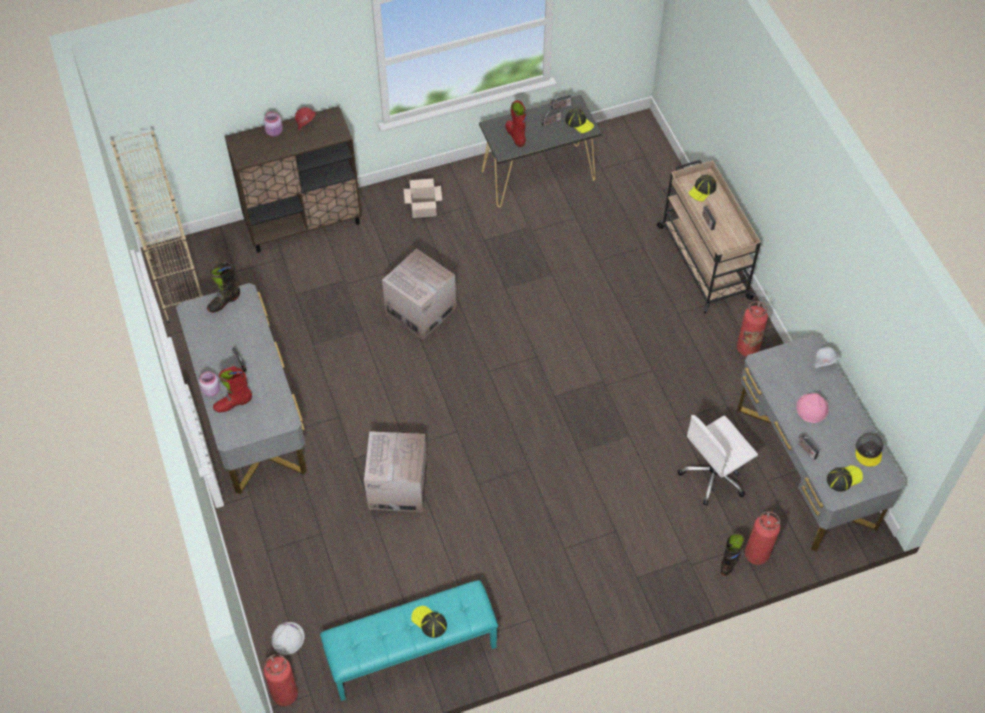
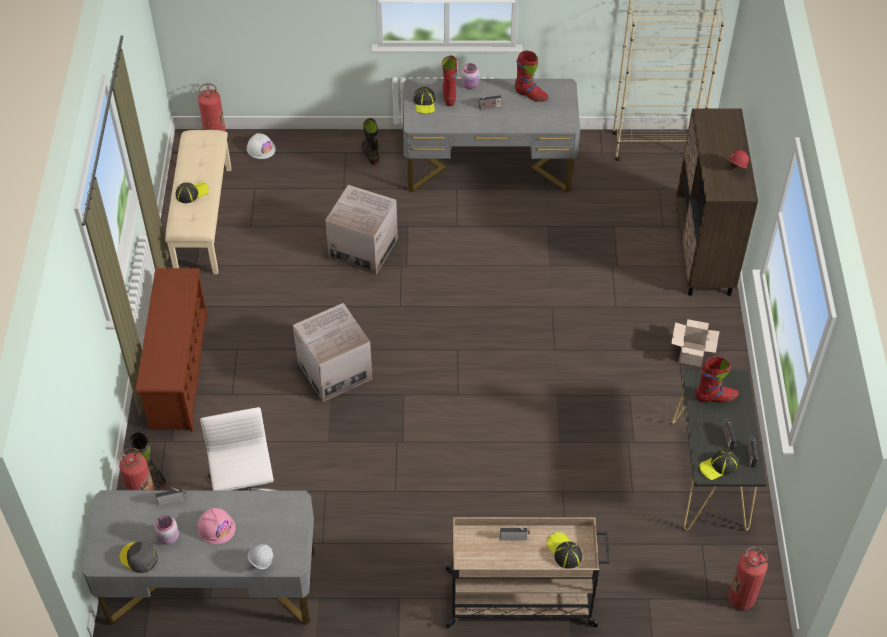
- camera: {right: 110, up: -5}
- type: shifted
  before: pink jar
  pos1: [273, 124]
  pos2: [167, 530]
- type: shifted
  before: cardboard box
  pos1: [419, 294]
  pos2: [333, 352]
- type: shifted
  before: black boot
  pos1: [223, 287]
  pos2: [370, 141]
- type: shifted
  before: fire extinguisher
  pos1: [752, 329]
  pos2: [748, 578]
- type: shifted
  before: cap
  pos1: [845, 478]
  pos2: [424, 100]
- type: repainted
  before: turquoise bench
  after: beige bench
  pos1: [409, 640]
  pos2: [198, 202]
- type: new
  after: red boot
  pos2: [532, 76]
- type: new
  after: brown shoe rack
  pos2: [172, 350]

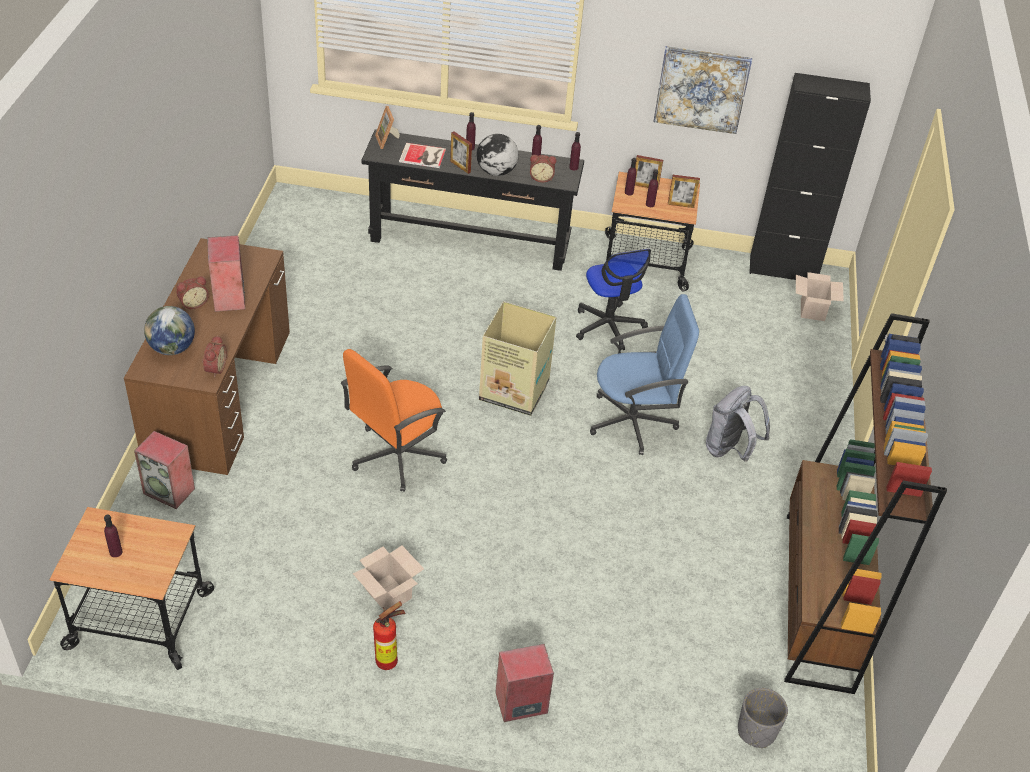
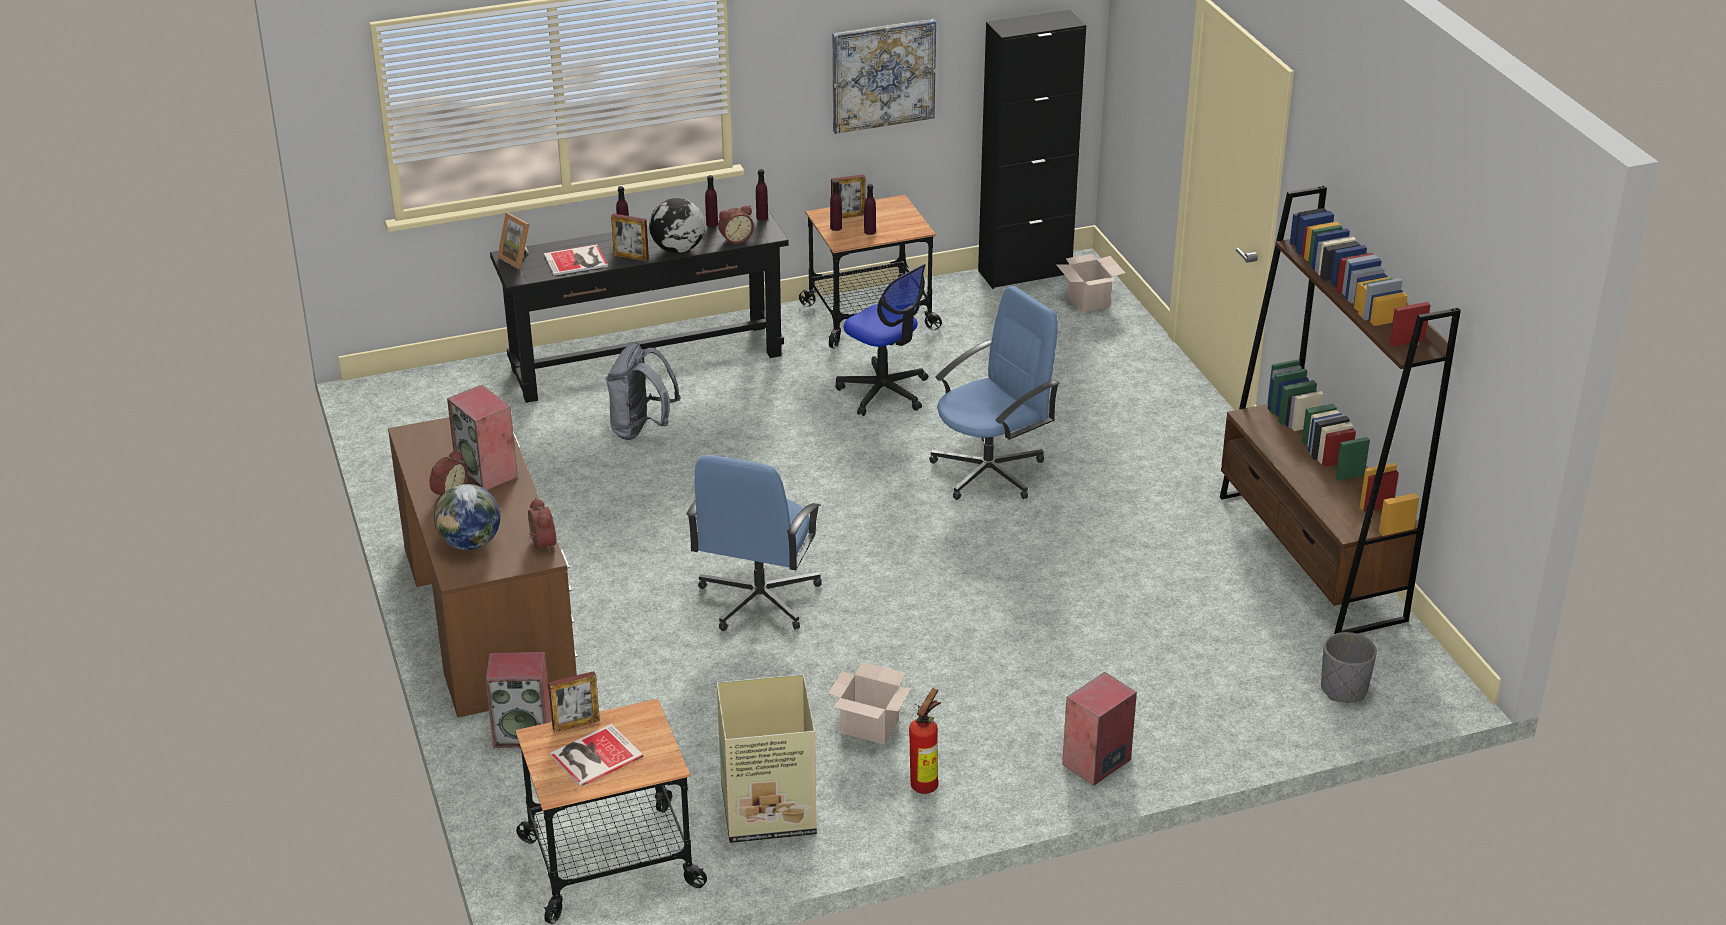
- camera: {right: -25, up: -10}
- type: shifted
  before: picture frame
  pos1: [684, 191]
  pos2: [574, 701]
- type: shifted
  before: cardboard box
  pos1: [517, 358]
  pos2: [767, 758]
- type: repainted
  before: orange office chair
  after: blue office chair
  pos1: [394, 420]
  pos2: [754, 543]
- type: shifted
  before: grey backpack
  pos1: [738, 424]
  pos2: [643, 391]
- type: swapped
  before: purple bottle
  after: book
  pos1: [113, 535]
  pos2: [596, 755]

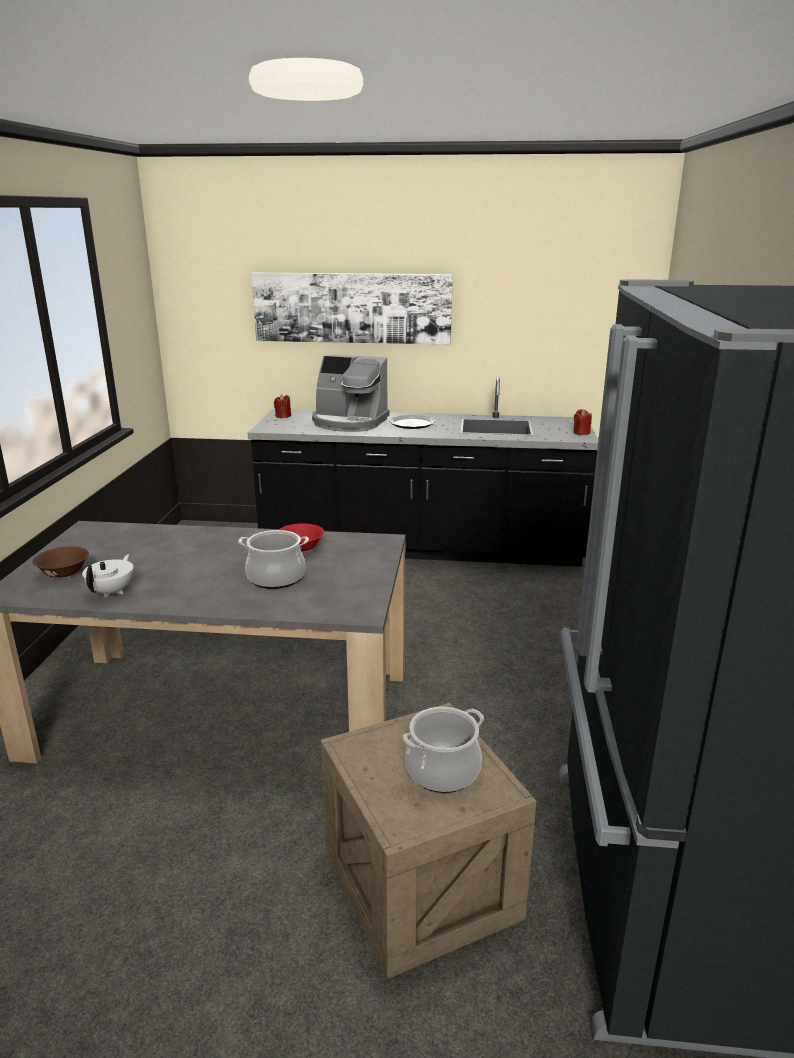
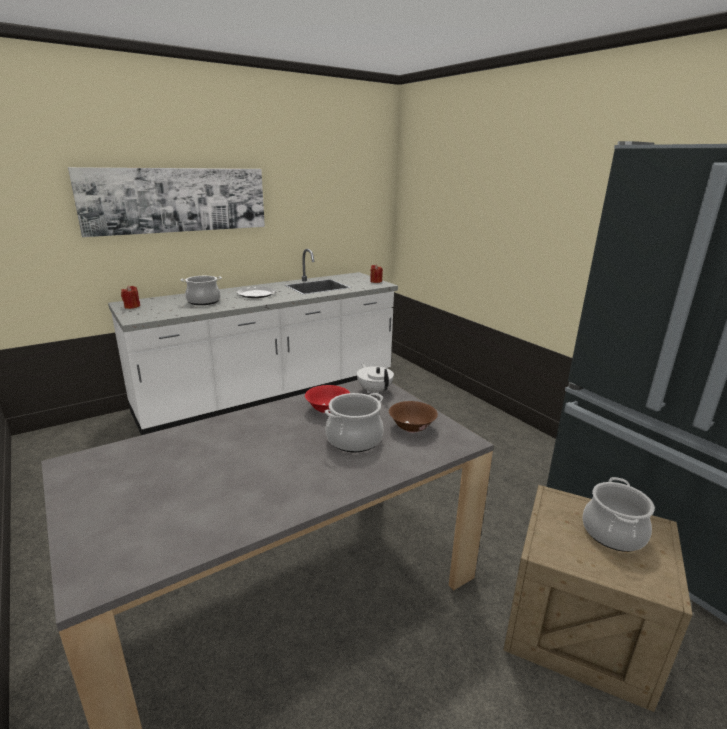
- camera: {right: -40, up: 0}
- type: swapped
  before: coffee machine
  after: cooking pot
  pos1: [350, 393]
  pos2: [201, 290]
- type: repainted
  before: black counter
  after: white counter
  pos1: [423, 472]
  pos2: [253, 342]
- type: shifted
  before: brown bowl
  pos1: [60, 562]
  pos2: [413, 417]
- type: shifted
  before: white teapot
  pos1: [108, 576]
  pos2: [375, 378]

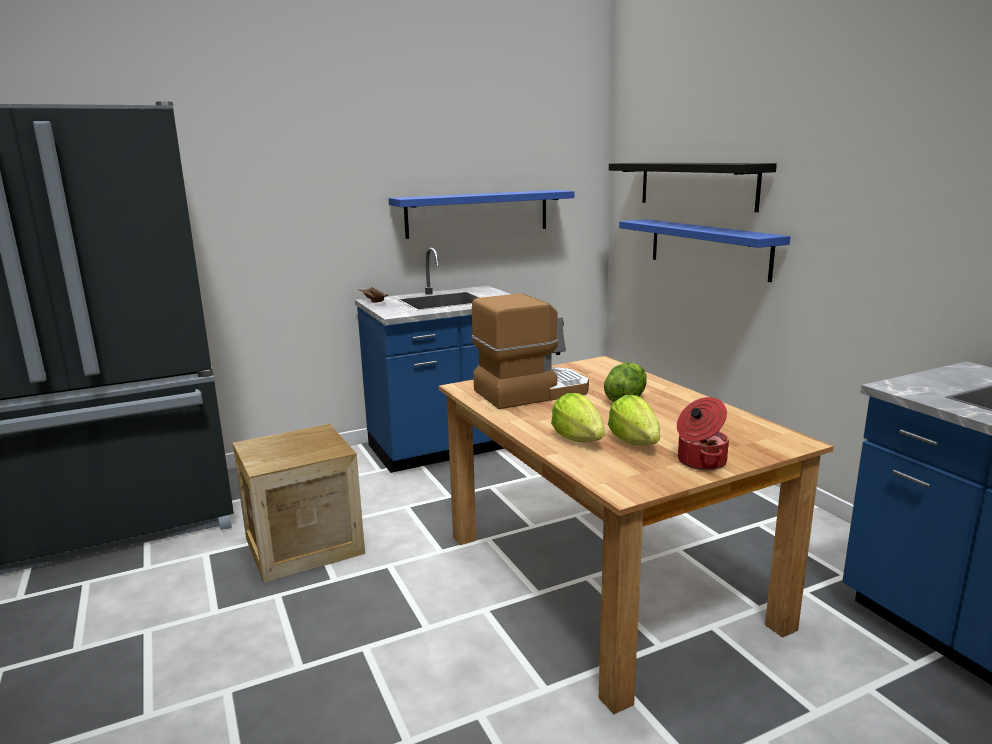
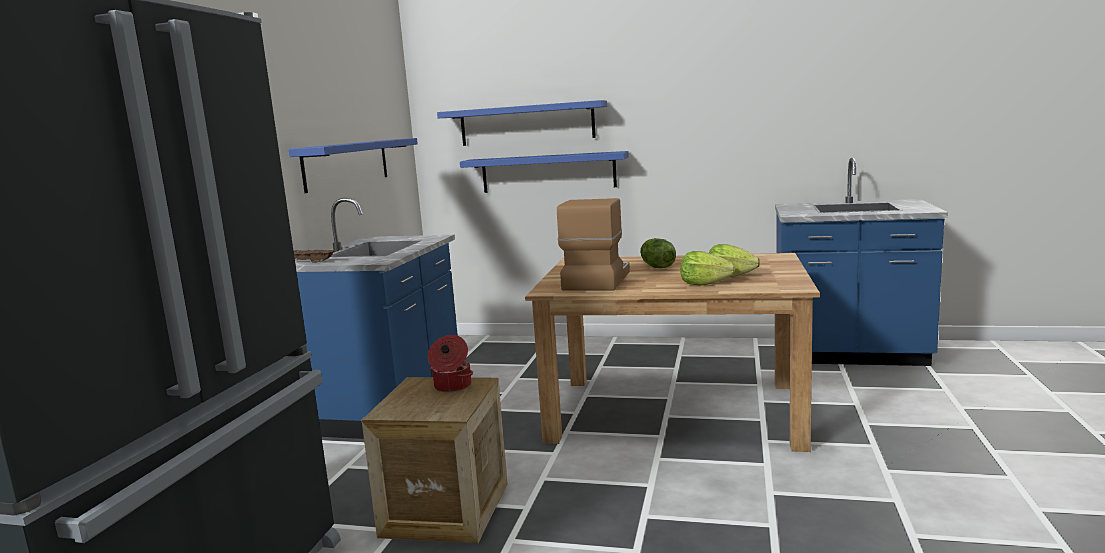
- camera: {right: -50, up: -5}
- type: repainted
  before: black shelf
  after: blue shelf
  pos1: [693, 187]
  pos2: [522, 123]
- type: shifted
  before: cooking pot
  pos1: [703, 433]
  pos2: [450, 363]

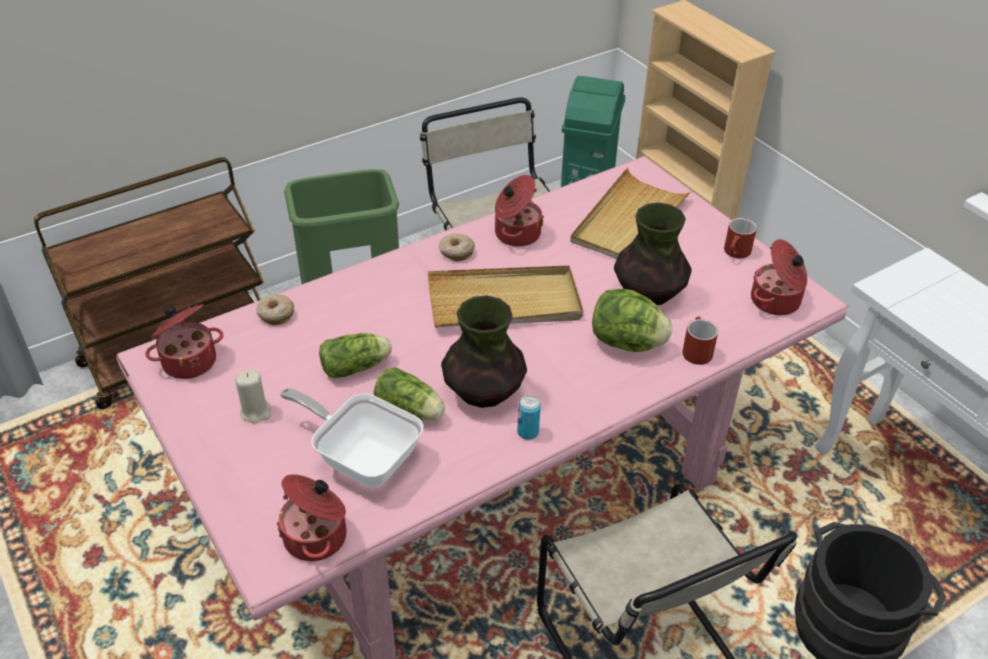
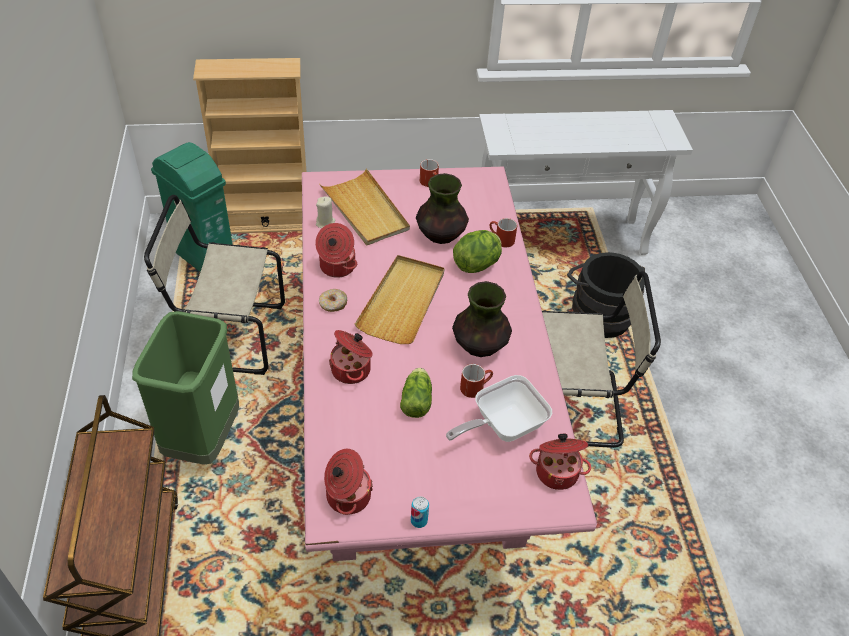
- camera: {right: -65, up: 5}
- type: shifted
  before: cooking pot
  pos1: [779, 277]
  pos2: [351, 357]
- type: gone
  before: donut
  pos1: [275, 310]
- type: swapped
  before: lettuce
  after: red mug
  pos1: [409, 394]
  pos2: [476, 381]
- type: shifted
  before: beige candle
  pos1: [253, 396]
  pos2: [326, 212]
- type: shifted
  before: can
  pos1: [529, 417]
  pos2: [420, 512]

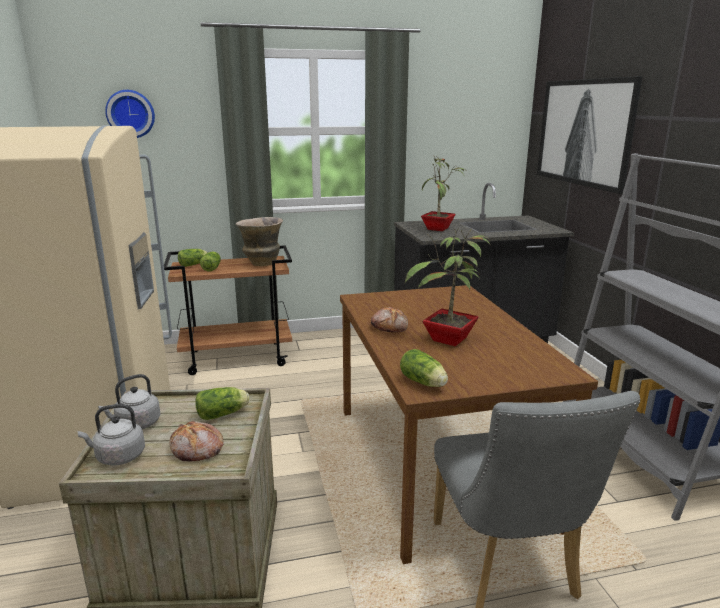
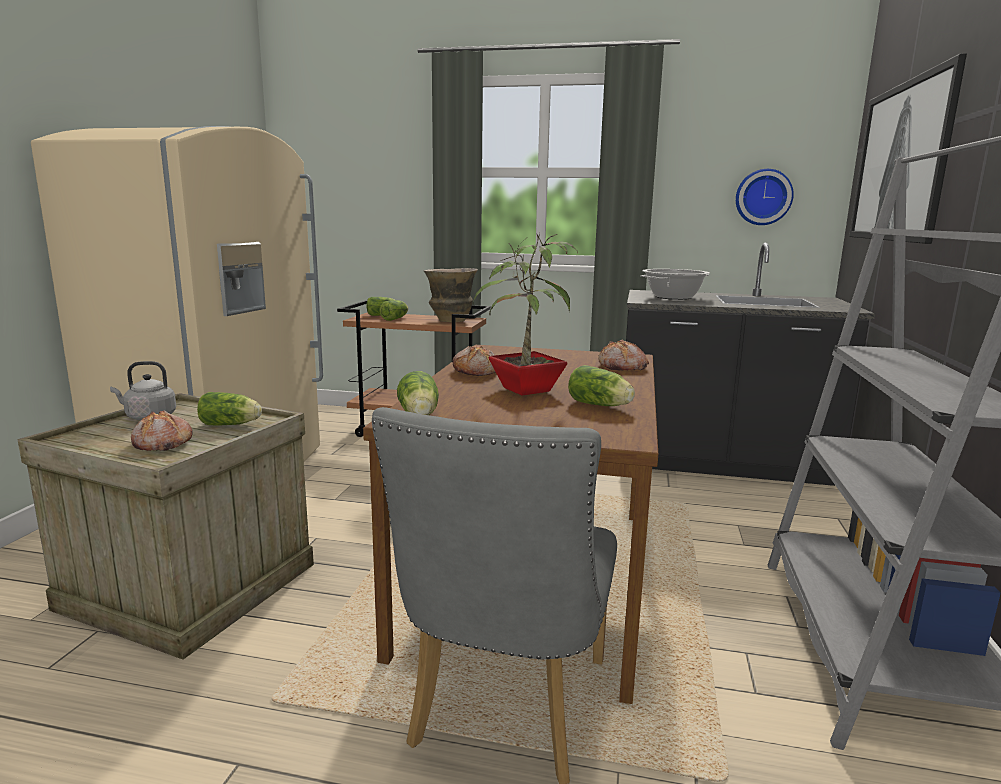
- camera: {right: 25, up: -5}
- type: shifted
  before: wall clock
  pos1: [130, 114]
  pos2: [765, 197]
- type: swapped
  before: potted plant
  after: cooking pot
  pos1: [443, 193]
  pos2: [675, 284]
- type: gone
  before: grey kettle
  pos1: [111, 435]
- type: new
  after: bread
  pos2: [623, 355]
- type: new
  after: lettuce
  pos2: [601, 385]

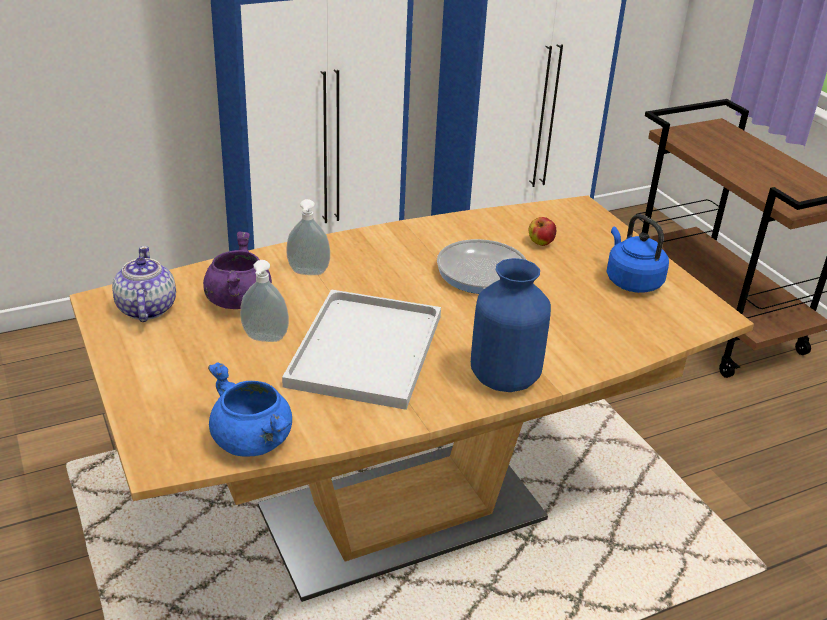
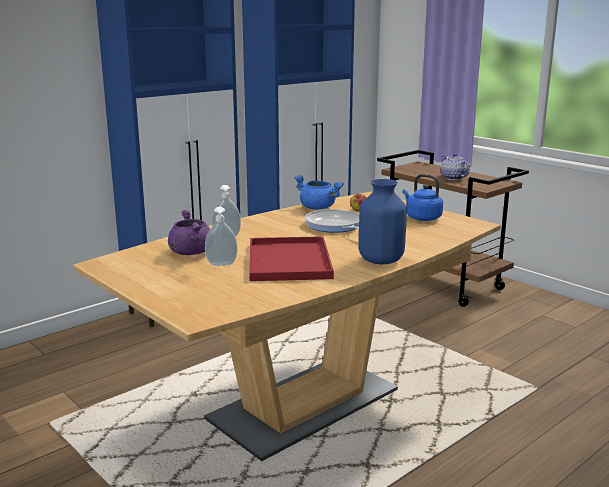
- camera: {right: -15, up: -15}
- type: shifted
  before: teapot
  pos1: [144, 284]
  pos2: [455, 166]
- type: repainted
  before: white tray
  after: red tray
  pos1: [361, 349]
  pos2: [291, 258]
- type: shifted
  before: blue cooking pot
  pos1: [250, 409]
  pos2: [319, 192]

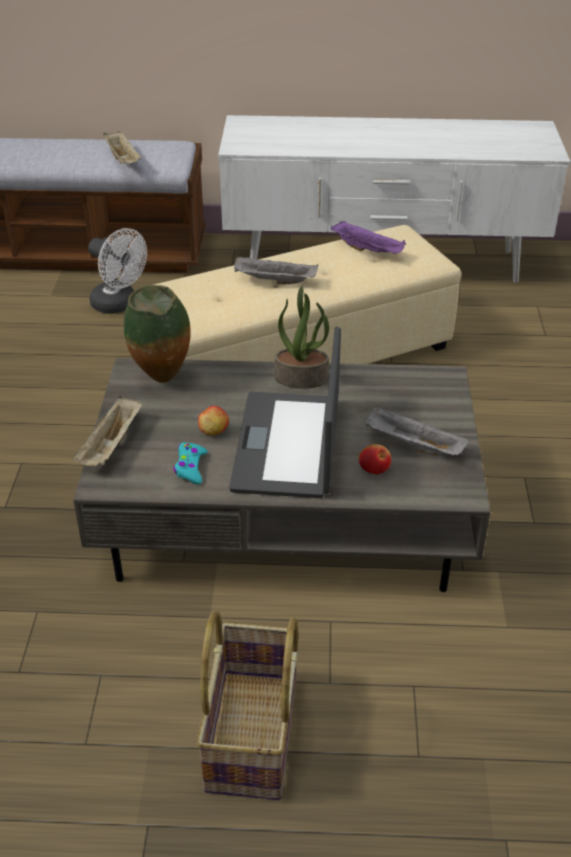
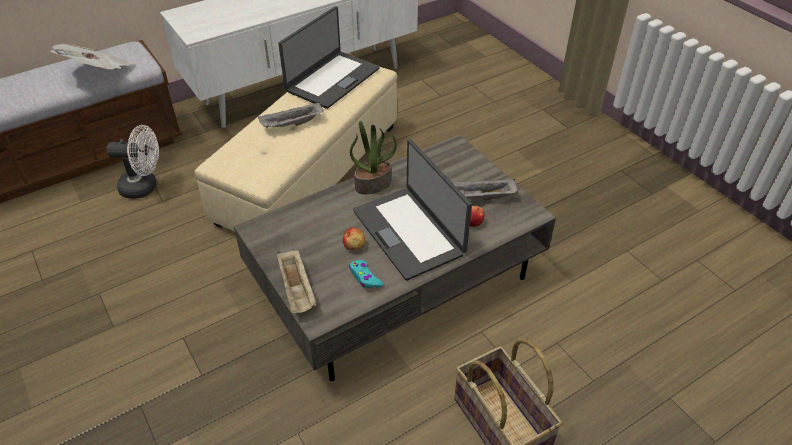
- camera: {right: -35, up: 5}
- type: swapped
  before: beige tray
  after: newspaper
  pos1: [122, 147]
  pos2: [92, 57]
- type: swapped
  before: purple tray
  after: laptop
  pos1: [368, 237]
  pos2: [329, 57]
- type: gone
  before: vase
  pos1: [157, 334]

